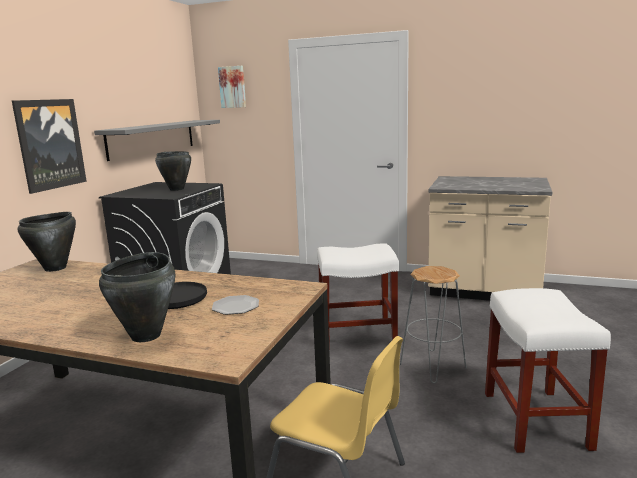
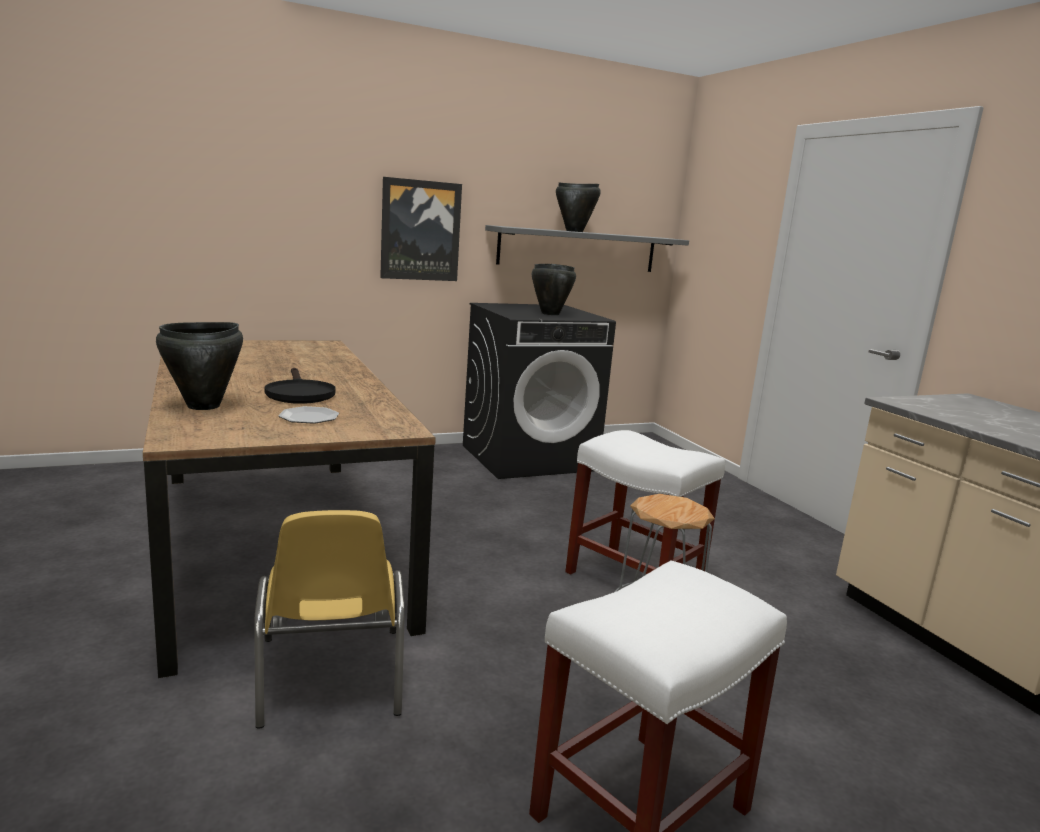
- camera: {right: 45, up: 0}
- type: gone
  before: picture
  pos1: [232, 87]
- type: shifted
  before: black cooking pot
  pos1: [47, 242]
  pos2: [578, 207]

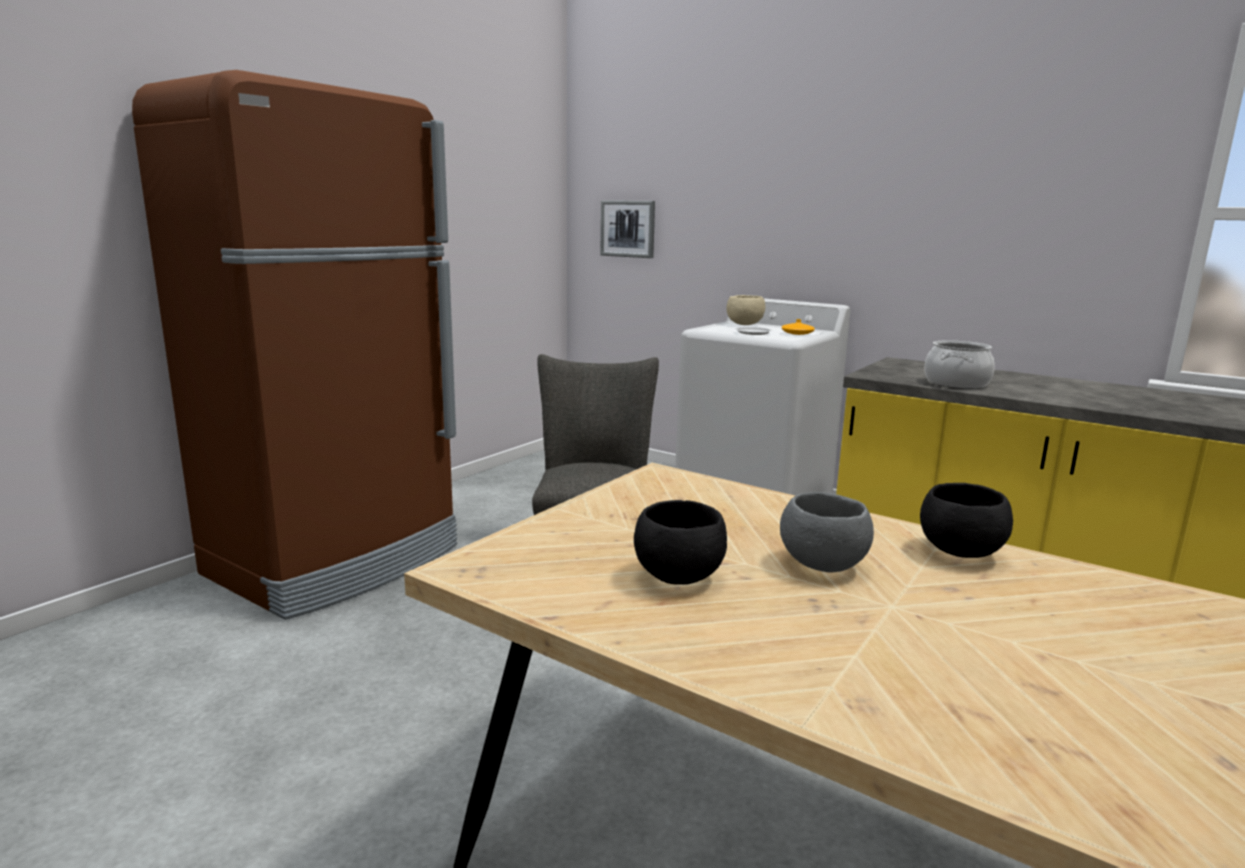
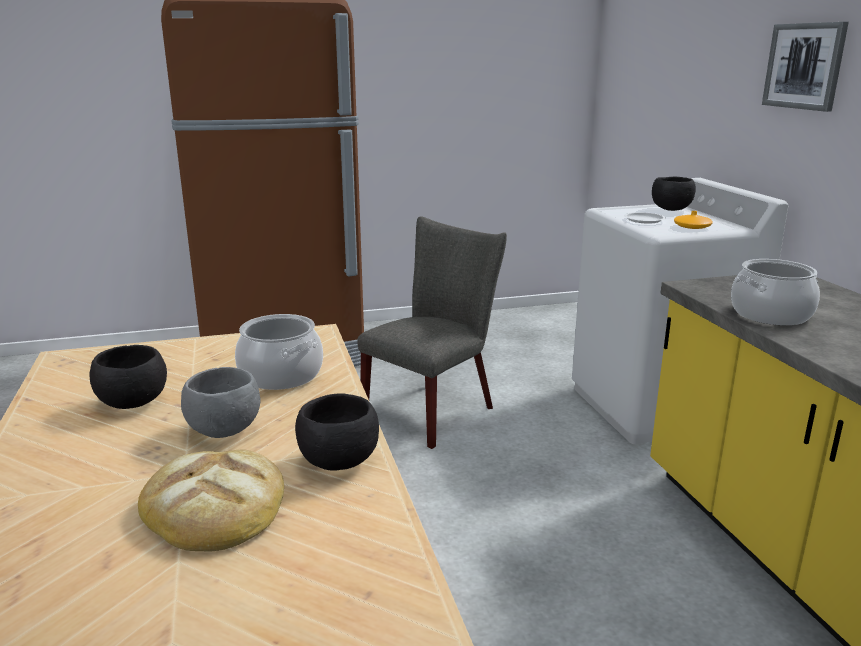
- camera: {right: 40, up: 5}
- type: shifted
  before: picture
  pos1: [627, 229]
  pos2: [805, 67]
- type: repainted
  before: beige bowl
  after: black bowl
  pos1: [746, 310]
  pos2: [674, 194]
- type: new
  after: cooking pot
  pos2: [279, 352]
- type: new
  after: bread
  pos2: [211, 500]

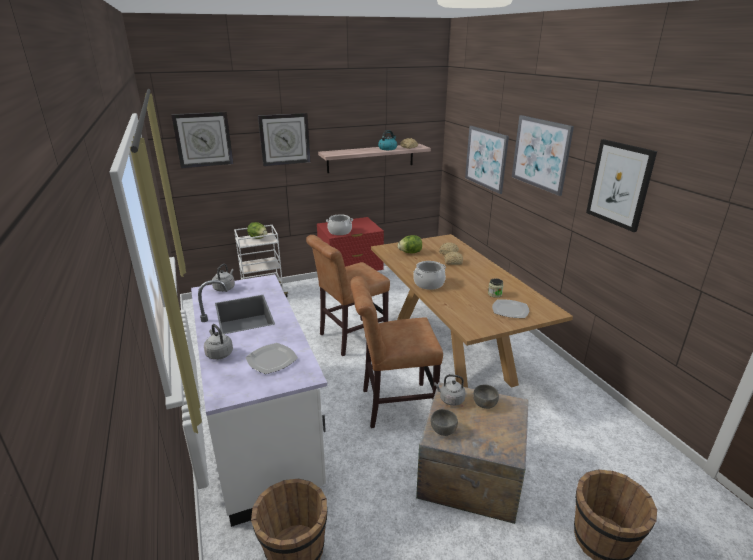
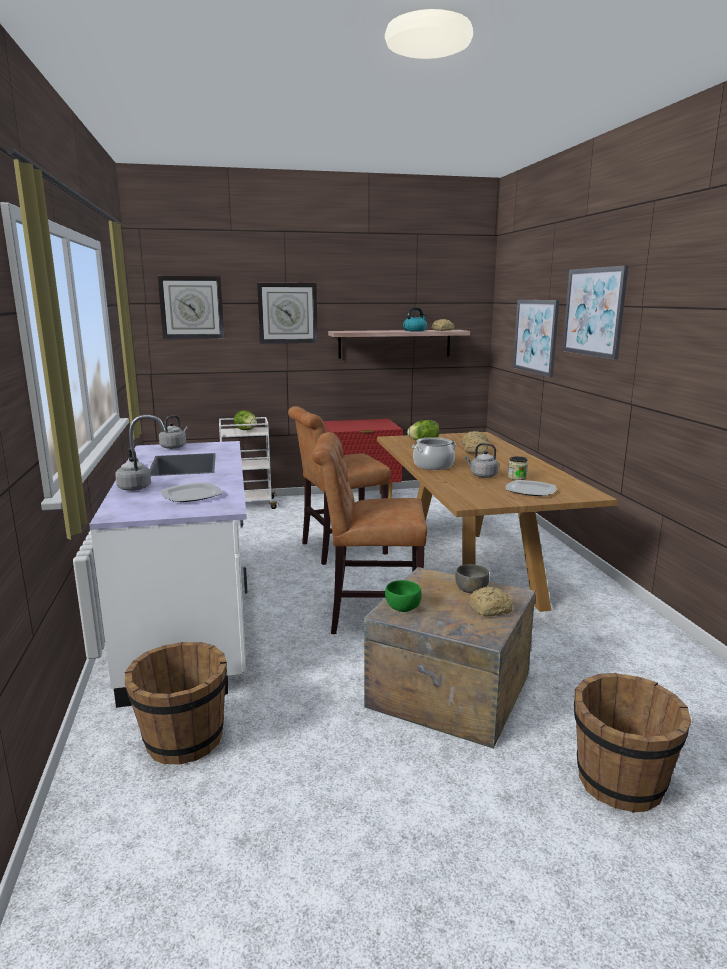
- camera: {right: 10, up: -10}
- type: gone
  before: picture
  pos1: [621, 185]
- type: gone
  before: cooking pot
  pos1: [339, 224]
- type: shifted
  before: grey kettle
  pos1: [450, 390]
  pos2: [482, 460]
- type: repainted
  before: grey bowl
  after: green bowl
  pos1: [444, 422]
  pos2: [403, 596]
- type: new
  after: bread
  pos2: [491, 602]

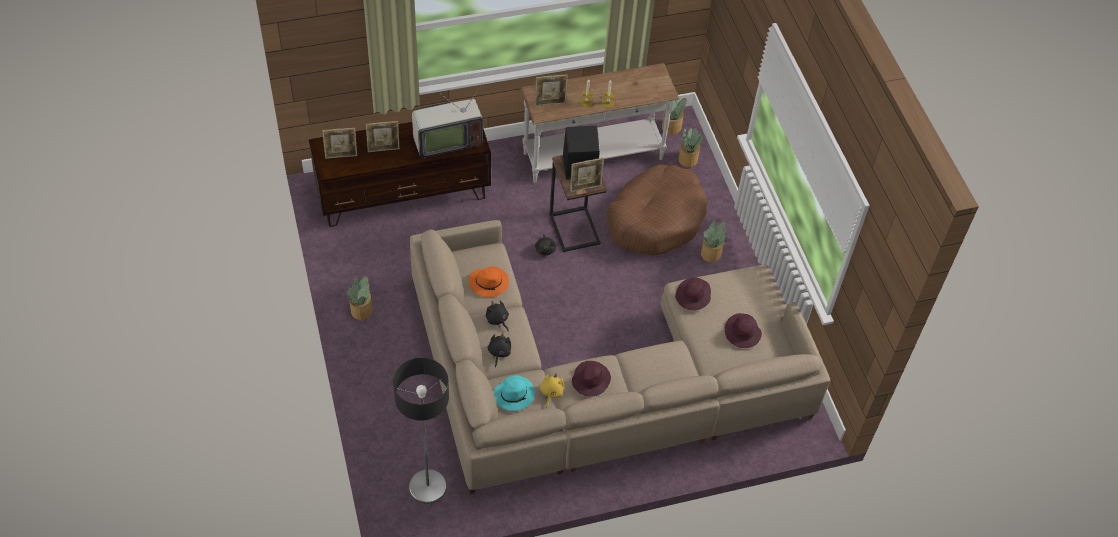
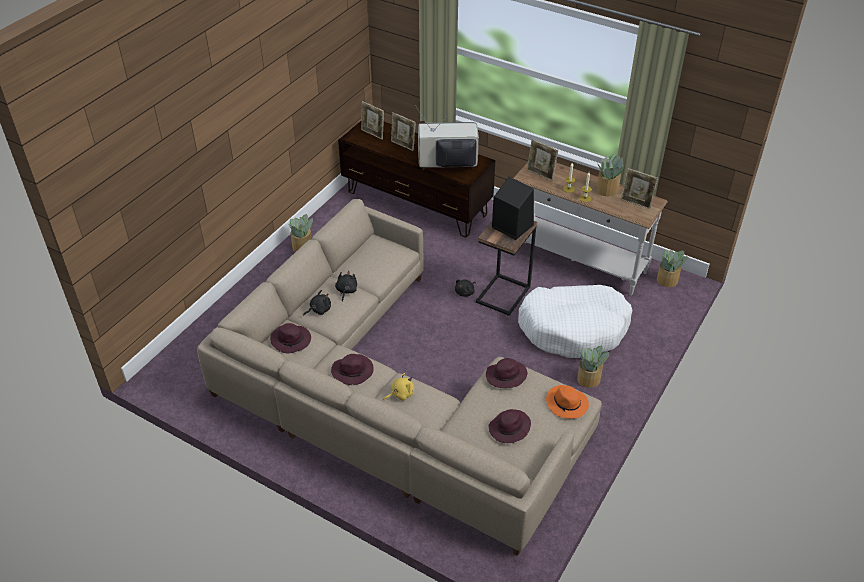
- camera: {right: 50, up: -10}
- type: rotated
  before: television
  pos1: [447, 121]
  pos2: [447, 137]
  turn: 150
- type: shifted
  before: potted plant
  pos1: [691, 147]
  pos2: [610, 175]
- type: shifted
  before: picture frame
  pos1: [587, 175]
  pos2: [639, 188]
- type: repainted
  before: brown dog bed
  after: white dog bed
  pos1: [657, 209]
  pos2: [575, 321]
- type: shifted
  before: orange hat
  pos1: [488, 282]
  pos2: [567, 402]
- type: gone
  before: floor lamp
  pos1: [421, 431]
- type: shifted
  before: yellow plush toy
  pos1: [552, 390]
  pos2: [399, 387]
- type: repainted
  before: turquoise hat
  after: purple hat
  pos1: [514, 393]
  pos2: [290, 338]

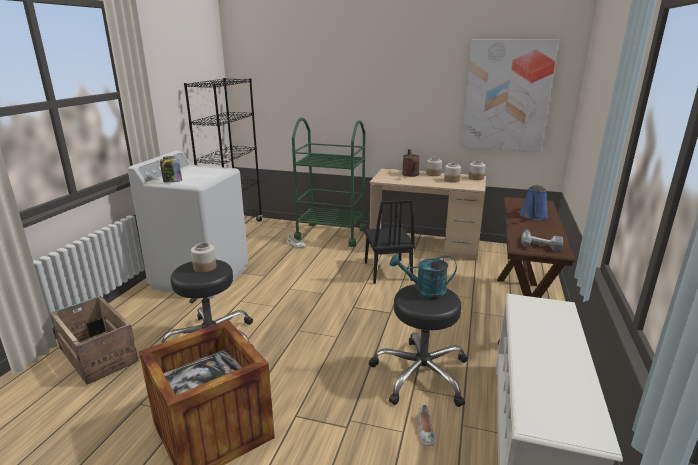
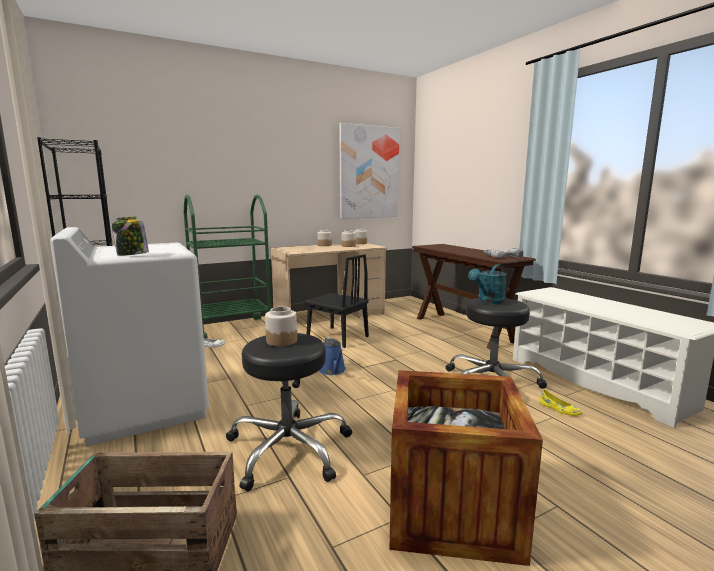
- camera: {right: -45, up: -10}
- type: gone
  before: brown watering can
  pos1: [411, 163]
- type: shifted
  before: blue watering can
  pos1: [534, 202]
  pos2: [332, 356]
- type: repainted
  before: white shoe
  after: yellow shoe
  pos1: [426, 425]
  pos2: [560, 403]

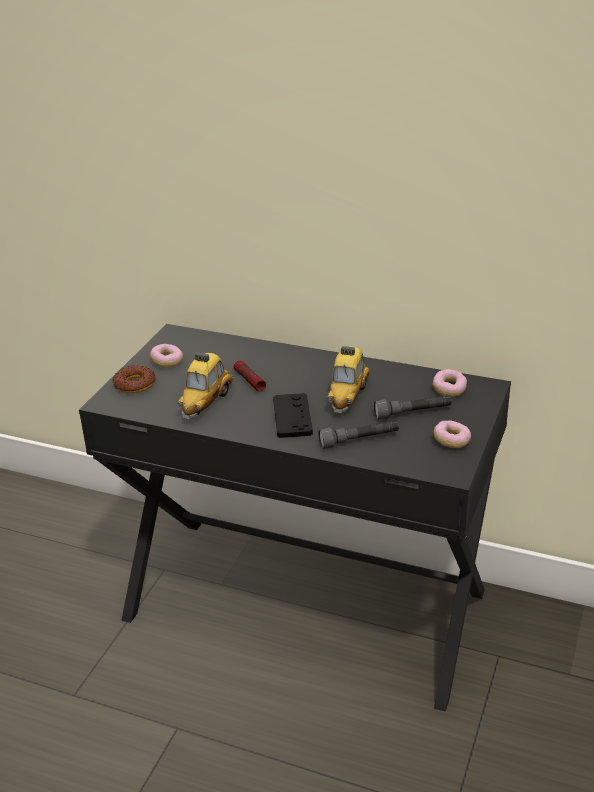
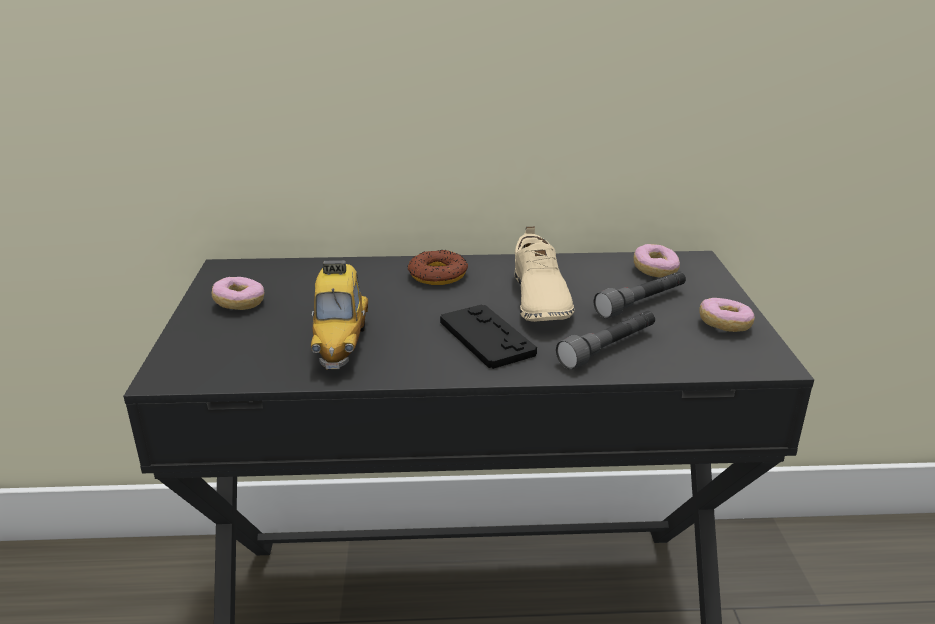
- camera: {right: -25, up: -5}
- type: swapped
  before: toy car
  after: beige shoe
  pos1: [348, 379]
  pos2: [544, 274]
- type: gone
  before: flashlight
  pos1: [250, 376]
- type: shifted
  before: donut
  pos1: [134, 379]
  pos2: [438, 267]

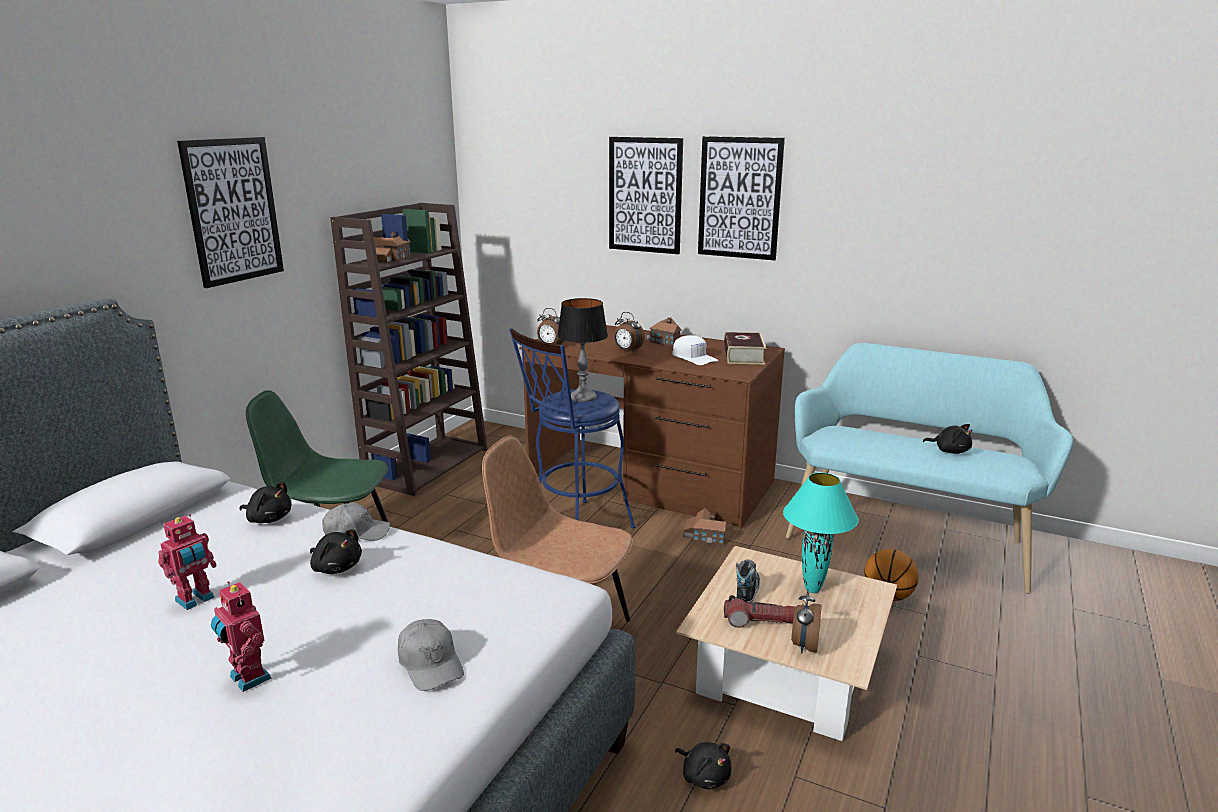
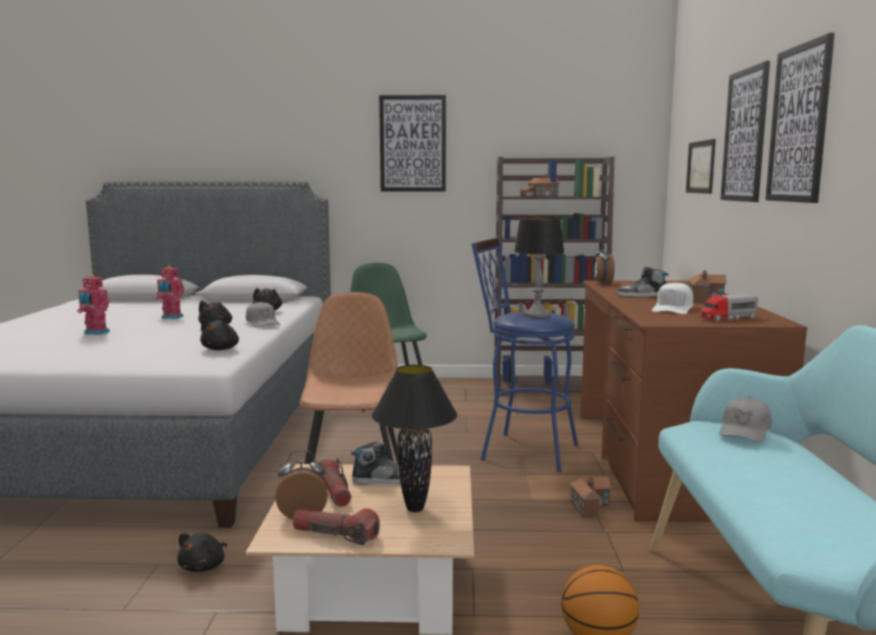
- camera: {right: 65, up: -10}
- type: swapped
  before: alarm clock
  after: shoe
  pos1: [629, 332]
  pos2: [642, 282]
- type: swapped
  before: book
  after: toy truck
  pos1: [745, 348]
  pos2: [729, 307]
- type: shifted
  before: black plush toy
  pos1: [948, 439]
  pos2: [219, 334]
- type: repainted
  before: turquoise table lamp
  after: black table lamp
  pos1: [821, 533]
  pos2: [414, 438]
- type: rotated
  before: toy robot
  pos1: [241, 636]
  pos2: [93, 304]
  turn: -90
- type: shifted
  before: grey cap
  pos1: [431, 655]
  pos2: [745, 419]
- type: new
  after: picture
  pos2: [701, 166]
- type: new
  after: flashlight
  pos2: [336, 526]

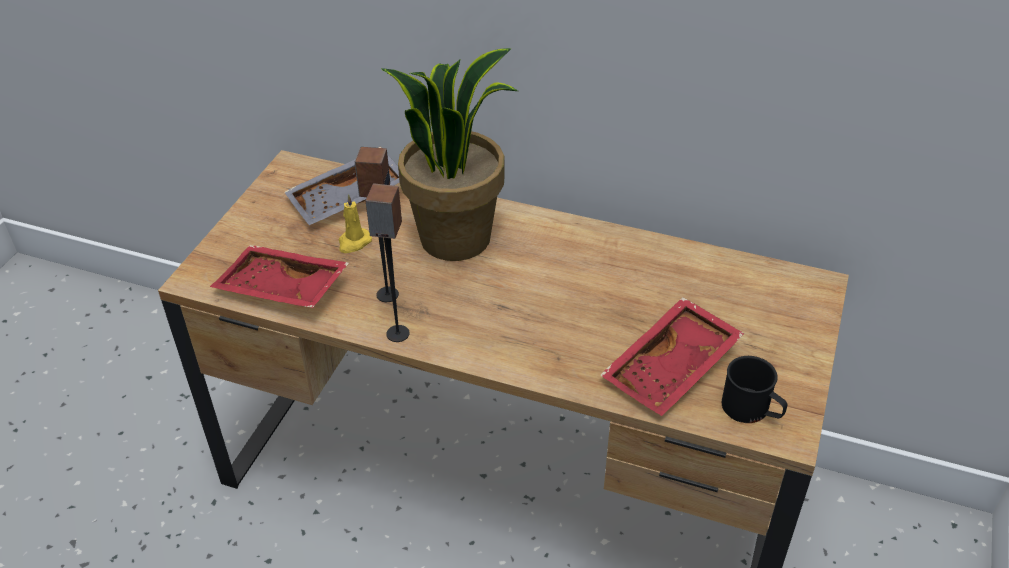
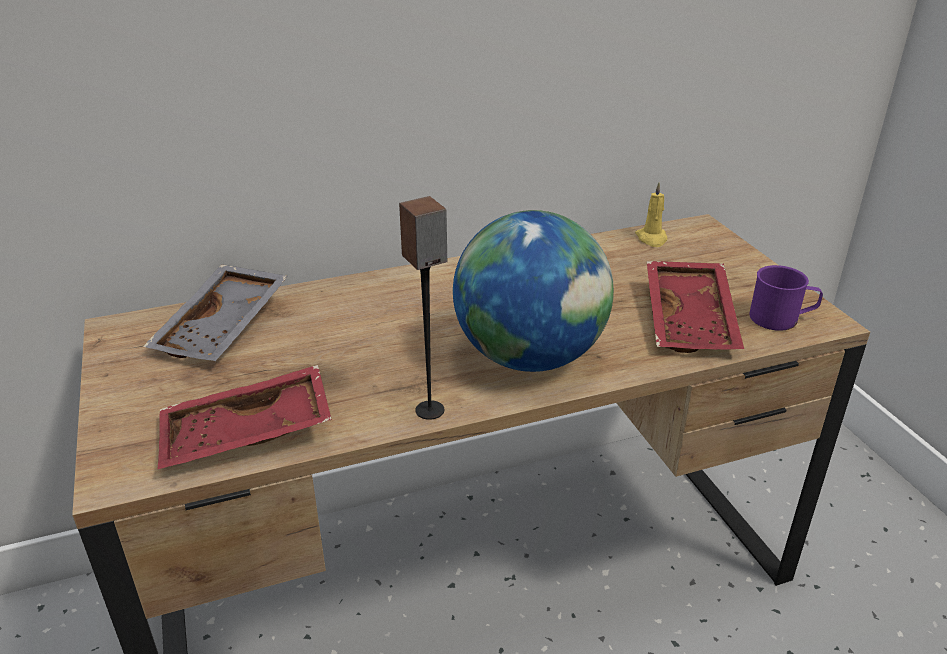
- camera: {right: -40, up: -10}
- type: gone
  before: potted plant
  pos1: [449, 154]
- type: gone
  before: speaker
  pos1: [377, 224]
- type: shifted
  before: yellow candle
  pos1: [355, 223]
  pos2: [651, 215]
- type: repainted
  before: black mug
  after: purple mug
  pos1: [754, 389]
  pos2: [786, 298]
- type: new
  after: globe
  pos2: [533, 291]

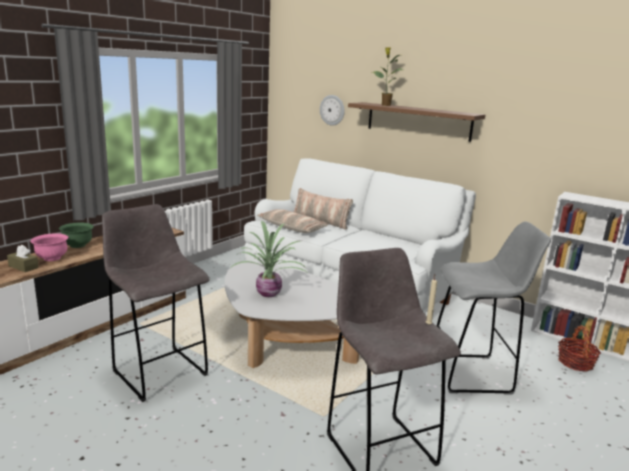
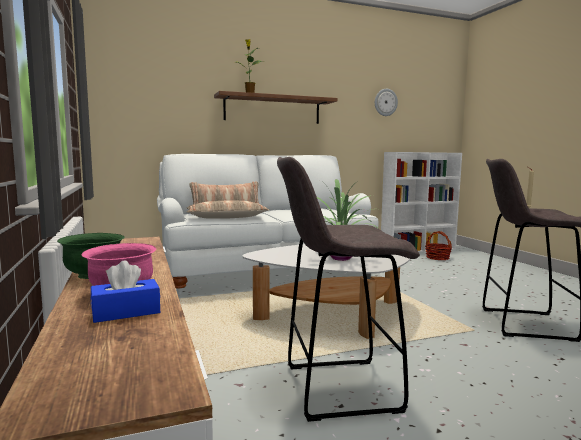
- camera: {right: -55, up: -10}
- type: shifted
  before: wall clock
  pos1: [332, 110]
  pos2: [386, 102]
- type: gone
  before: grey stool
  pos1: [494, 308]
- type: repainted
  before: brown tissue box
  after: blue tissue box
  pos1: [23, 258]
  pos2: [125, 292]

